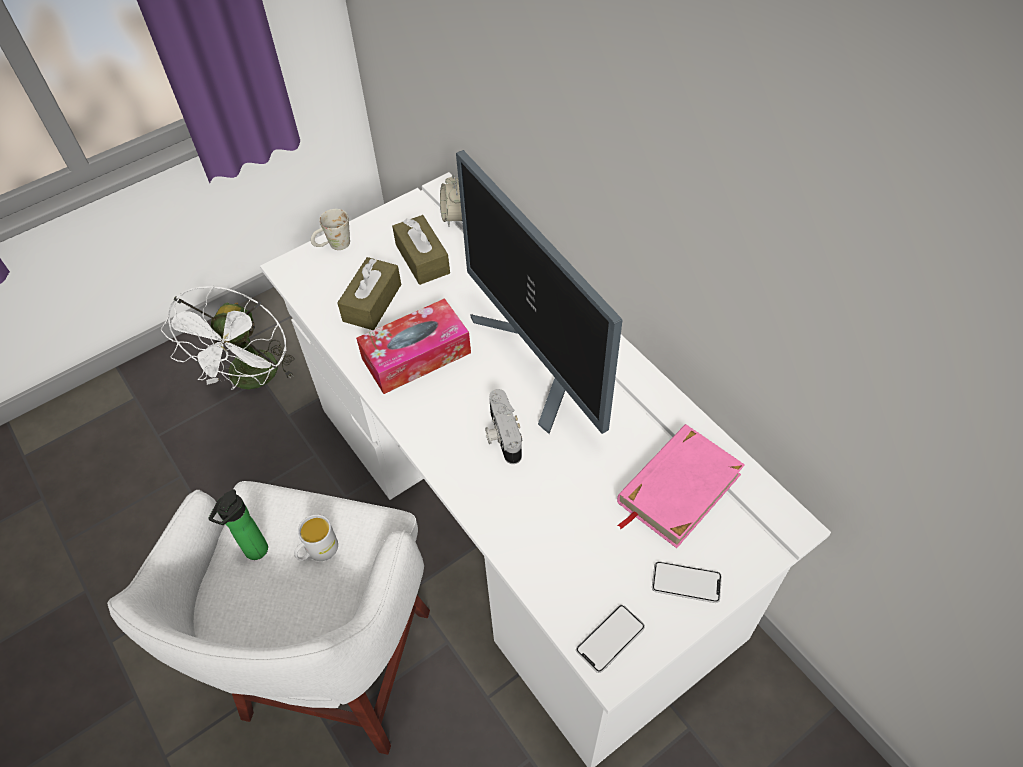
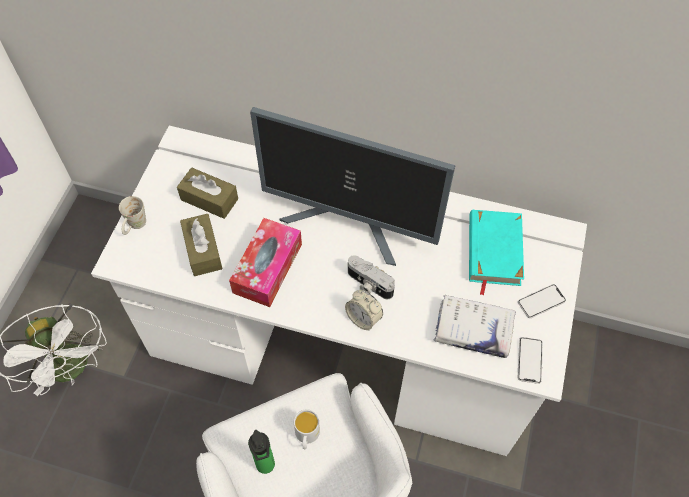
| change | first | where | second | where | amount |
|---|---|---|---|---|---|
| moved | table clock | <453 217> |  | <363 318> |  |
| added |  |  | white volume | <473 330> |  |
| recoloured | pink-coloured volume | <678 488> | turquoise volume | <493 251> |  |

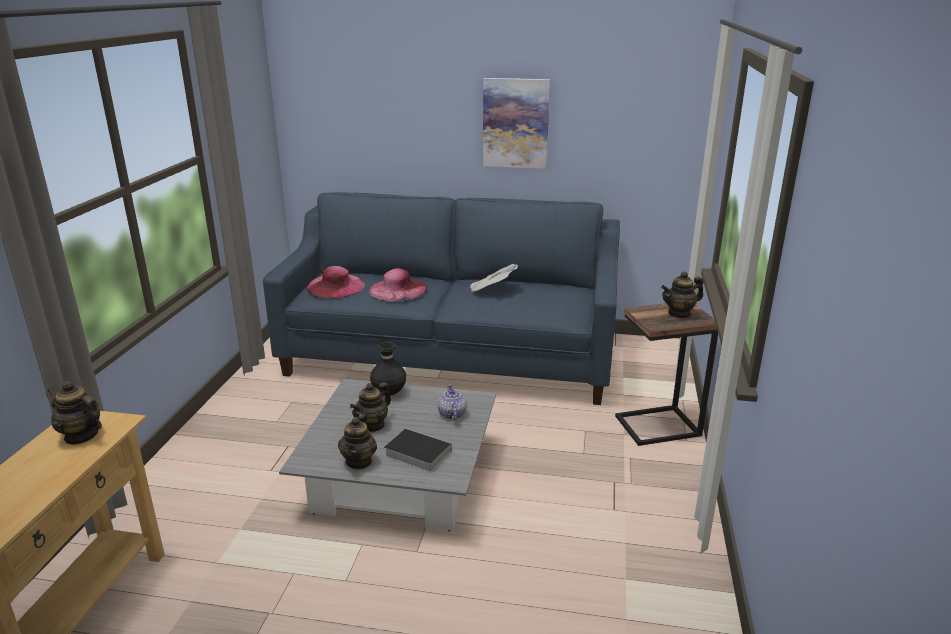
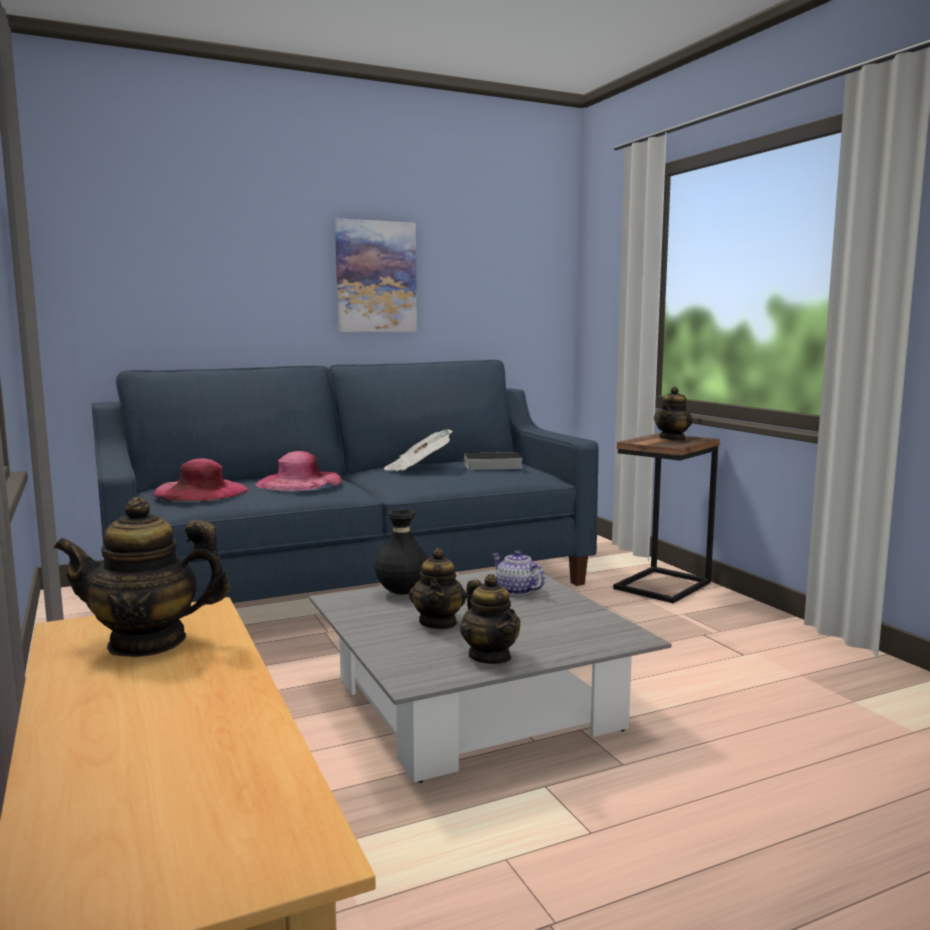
| change | first | where | second | where | amount |
|---|---|---|---|---|---|
| moved | volume | <416 453> |  | <491 465> |  |

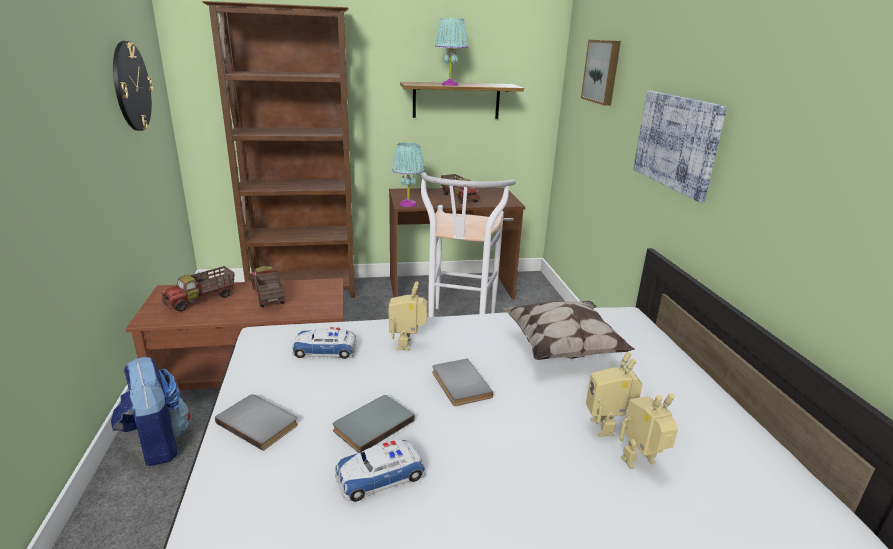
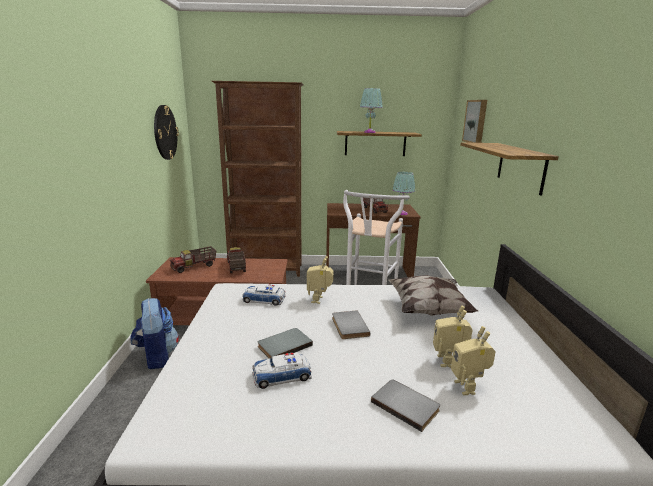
| change | first | where | second | where | amount |
|---|---|---|---|---|---|
| moved | greyish volume | <259 422> |  | <406 405> |  |
| moved | turquoise lamp for a table | <408 204> |  | <401 213> |  |
| turned | toy robot | <641 464> |  | <468 387> | 90 degrees counterclockwise |
| replaced | picture | <676 142> | wall shelf | <521 167> |  |

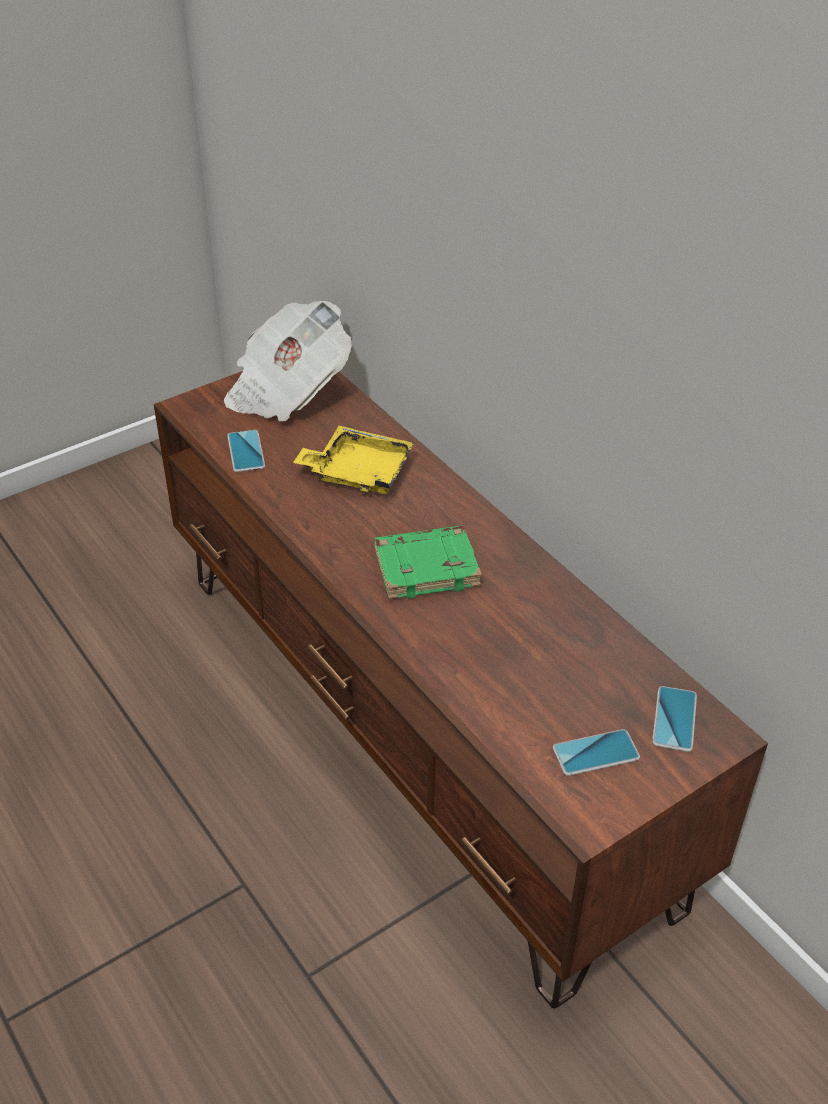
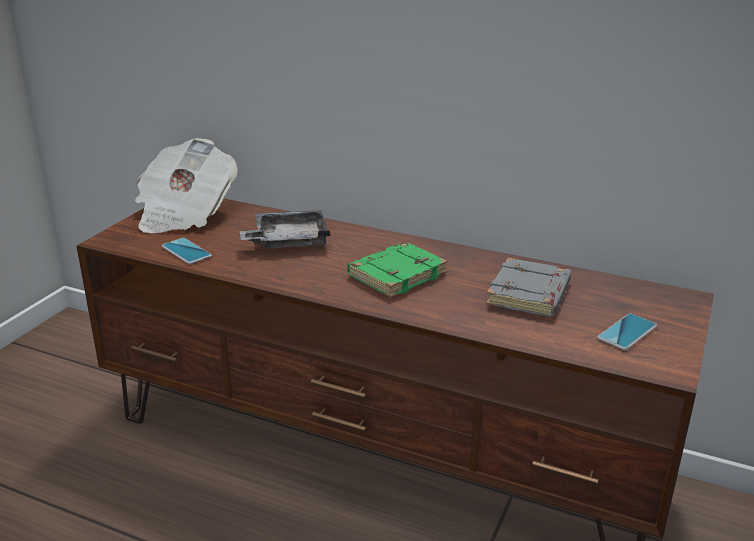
| change | first | where | second | where | amount |
|---|---|---|---|---|---|
| recoloured | yellow serving tray | <358 472> | greyish serving tray | <288 241> |  |
| added |  |  | greyish volume | <530 295> |  |
| removed | phone | <674 719> |  |  |  |

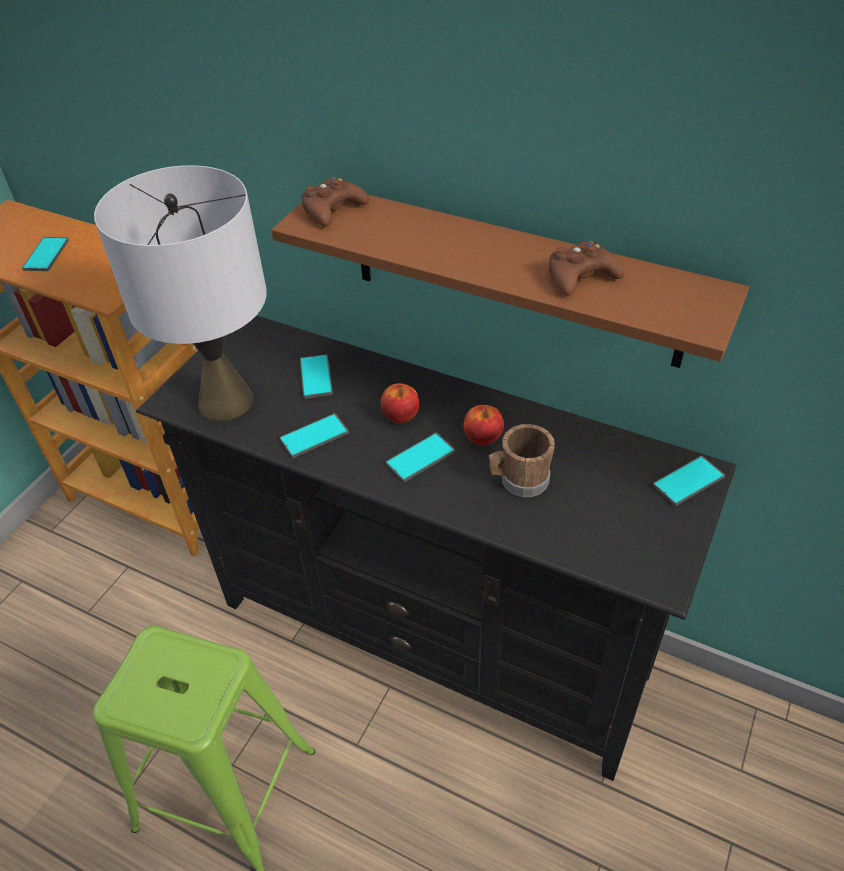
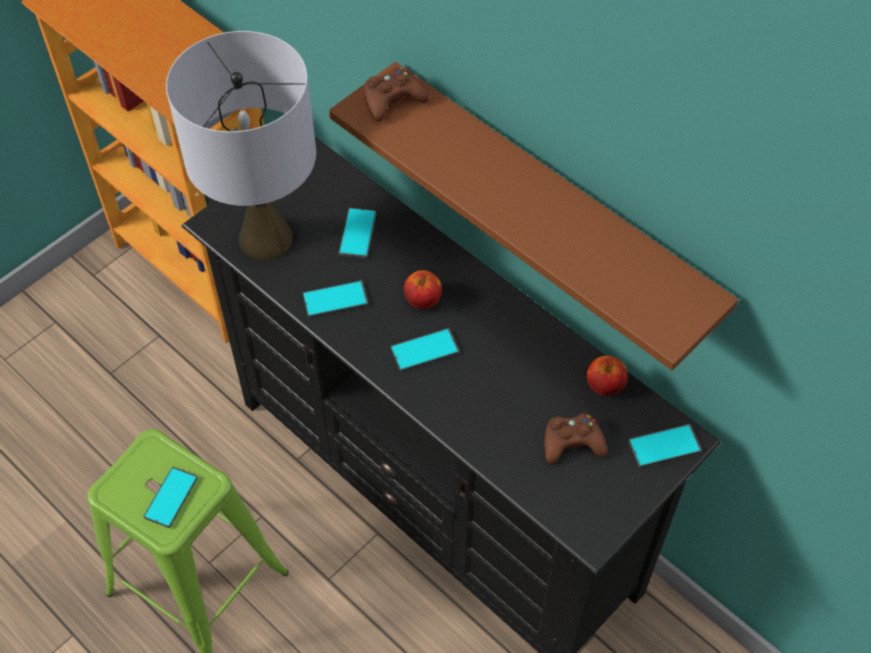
| change | first | where | second | where | amount |
|---|---|---|---|---|---|
| moved | phone | <46 255> |  | <171 497> |  |
| moved | brown joypad | <581 277> |  | <572 442> |  |
| moved | apple | <482 438> |  | <604 386> |  |
| removed | brown tea mug | <519 481> |  |  |  |

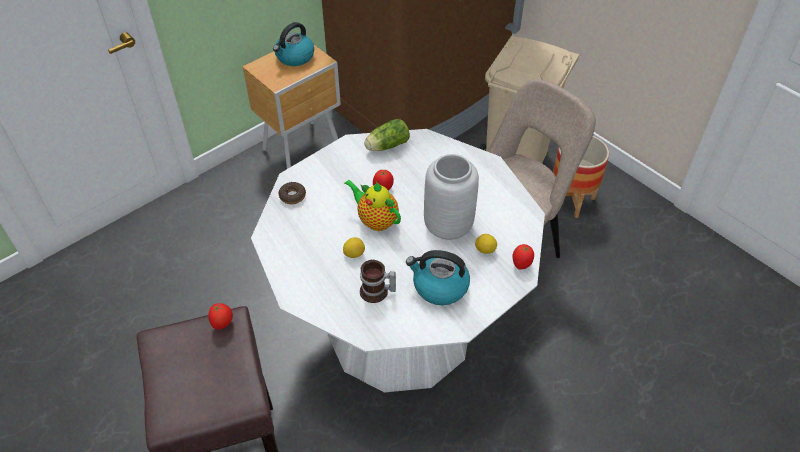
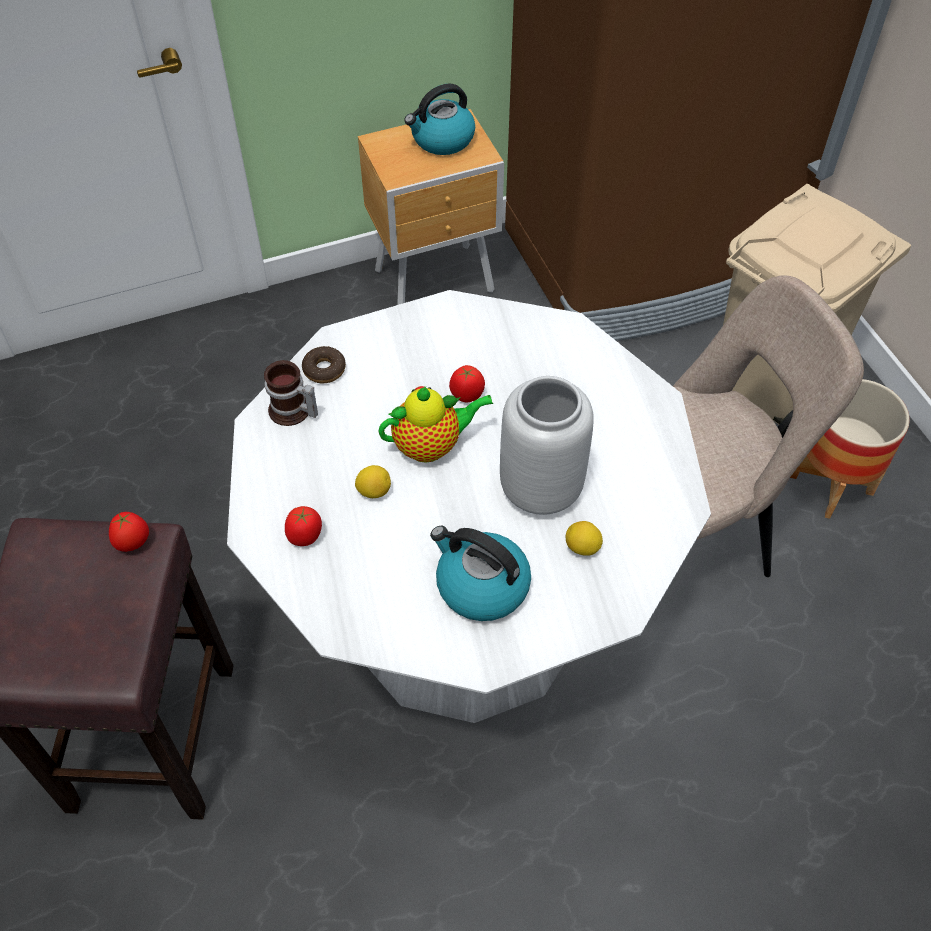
| change | first | where | second | where | amount |
|---|---|---|---|---|---|
| moved | tea mug | <376 293> |  | <292 412> |  |
| moved | tomato | <521 264> |  | <305 537> |  |
| turned | teapot | <376 220> |  | <431 445> | 105 degrees clockwise |
| removed | lettuce head | <386 146> |  |  |  |

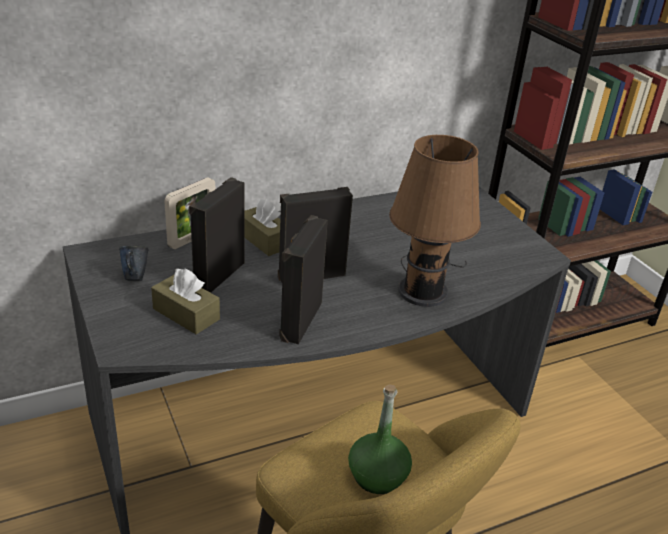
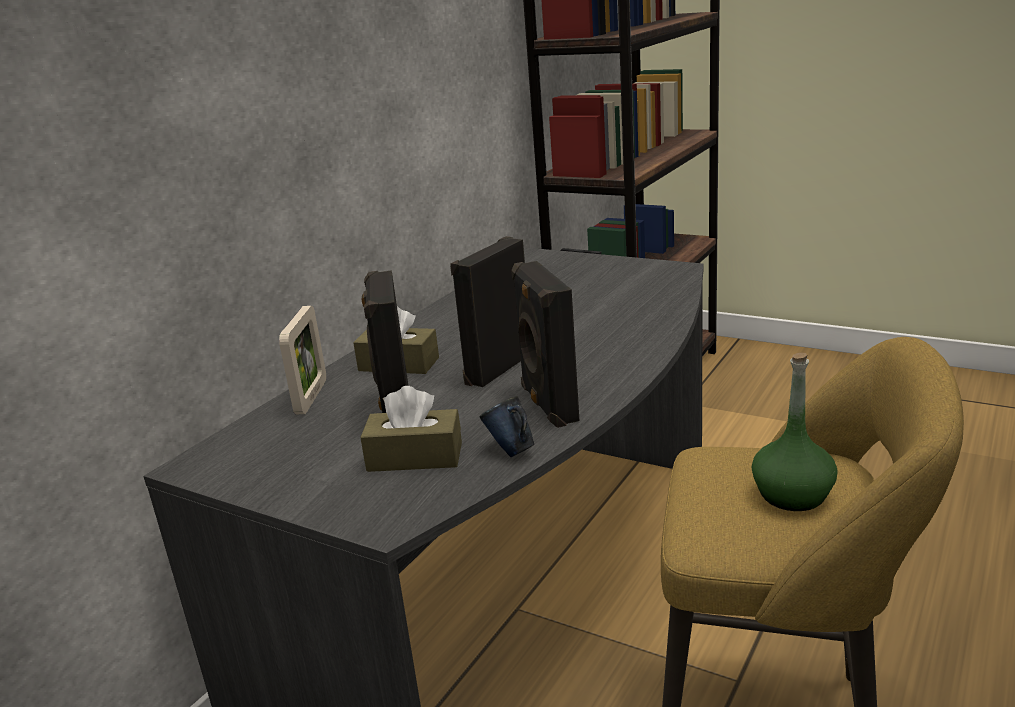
| change | first | where | second | where | amount |
|---|---|---|---|---|---|
| moved | bluish tea mug | <134 277> |  | <511 451> |  |
| removed | brown lamp for a table | <423 288> |  |  |  |

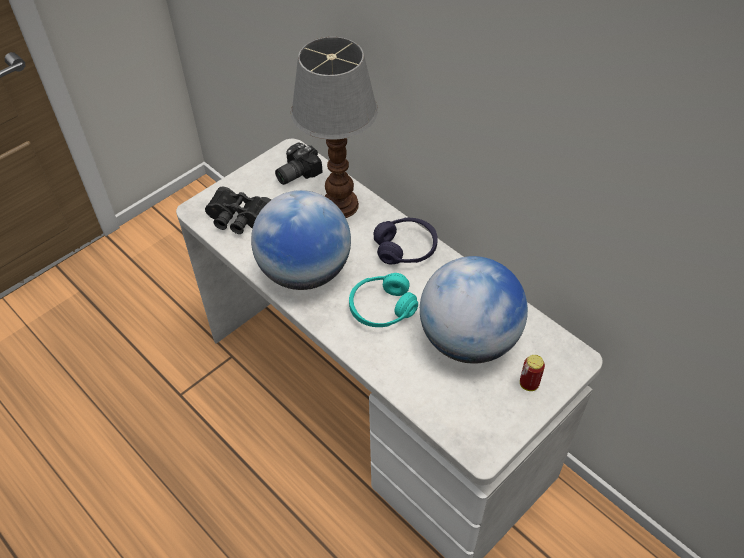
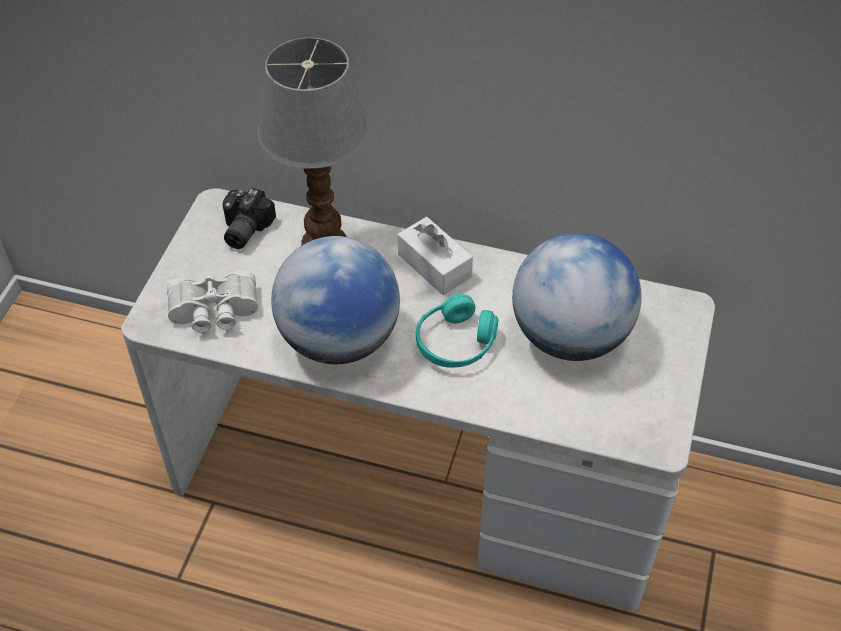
| change | first | where | second | where | amount |
|---|---|---|---|---|---|
| recoloured | black-coloured pair of binoculars | <239 220> | white pair of binoculars | <214 313> |  |
| replaced | purple-coloured headset | <405 248> | white box of tissues | <434 266> |  |
| removed | metal can | <529 384> |  |  |  |

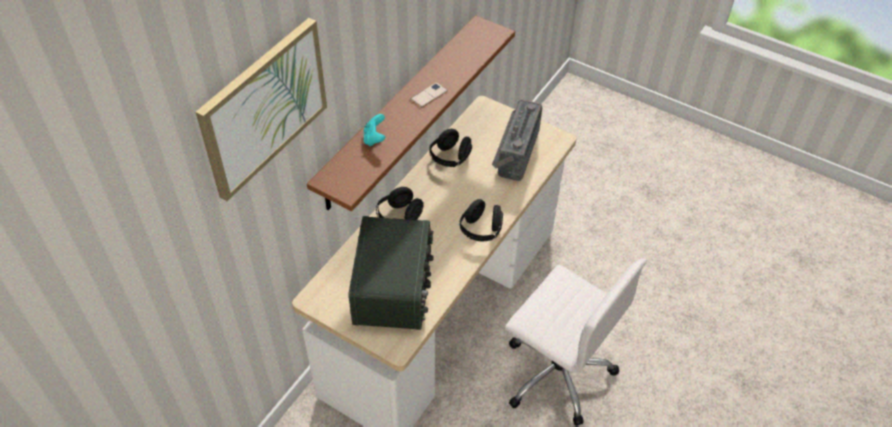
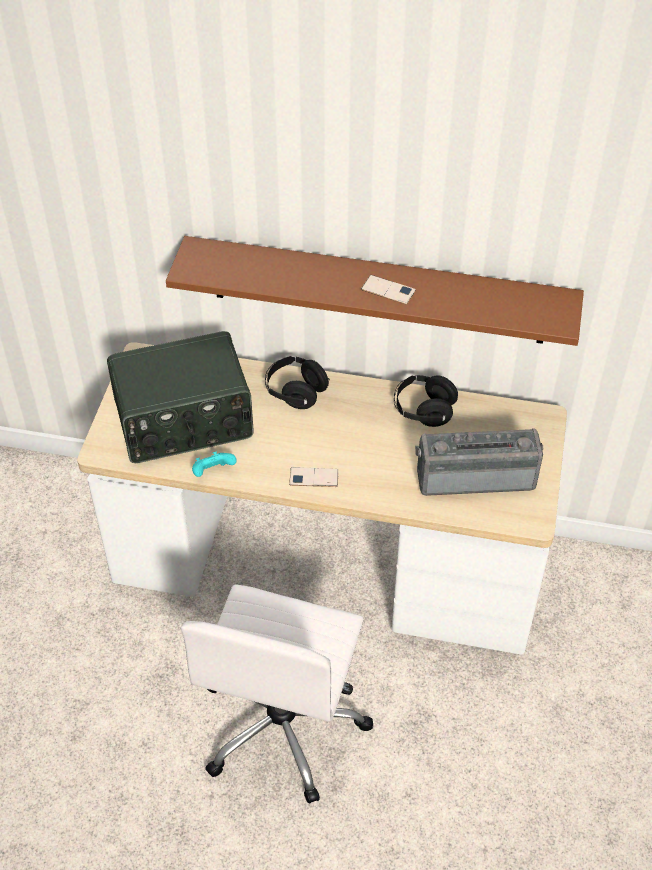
| change | first | where | second | where | amount |
|---|---|---|---|---|---|
| moved | turquoise joypad | <374 139> |  | <213 472> |  |
| replaced | black-coloured headset | <481 230> | phone | <314 477> |  |
| removed | picture | <264 107> |  |  |  |

